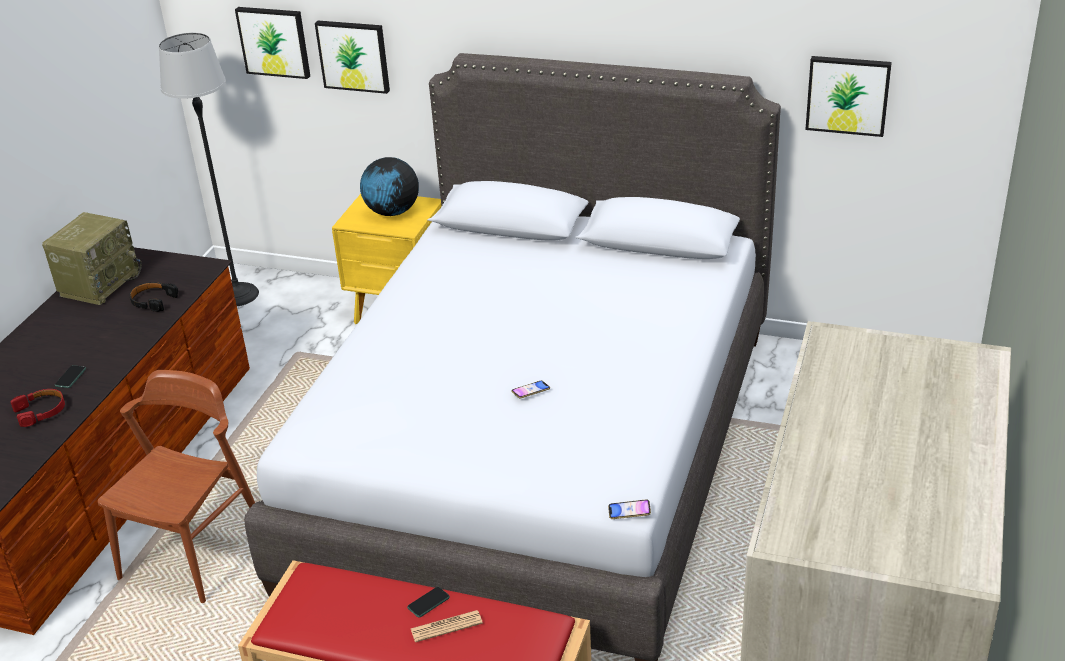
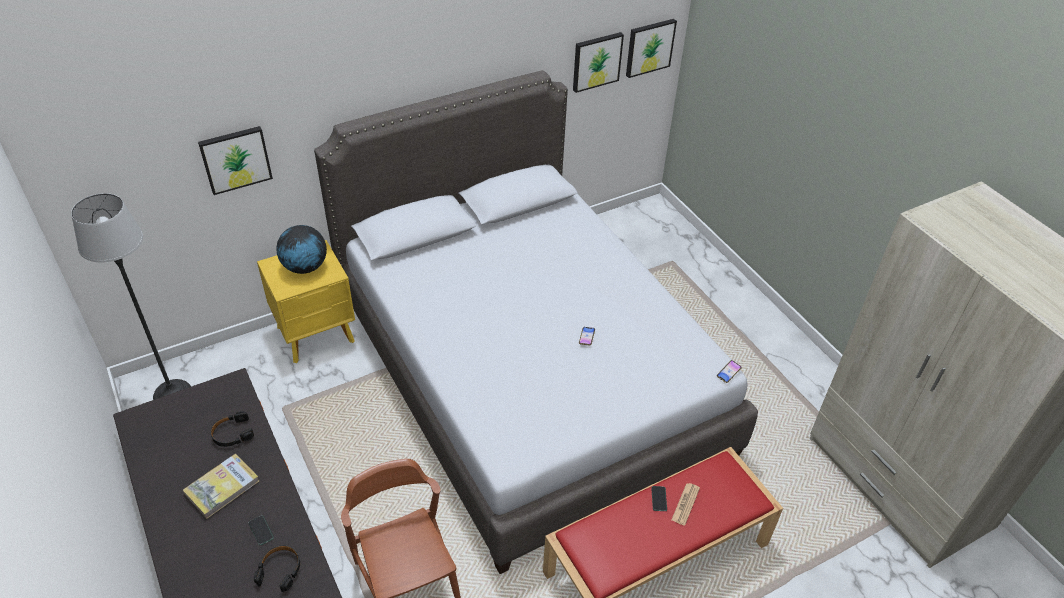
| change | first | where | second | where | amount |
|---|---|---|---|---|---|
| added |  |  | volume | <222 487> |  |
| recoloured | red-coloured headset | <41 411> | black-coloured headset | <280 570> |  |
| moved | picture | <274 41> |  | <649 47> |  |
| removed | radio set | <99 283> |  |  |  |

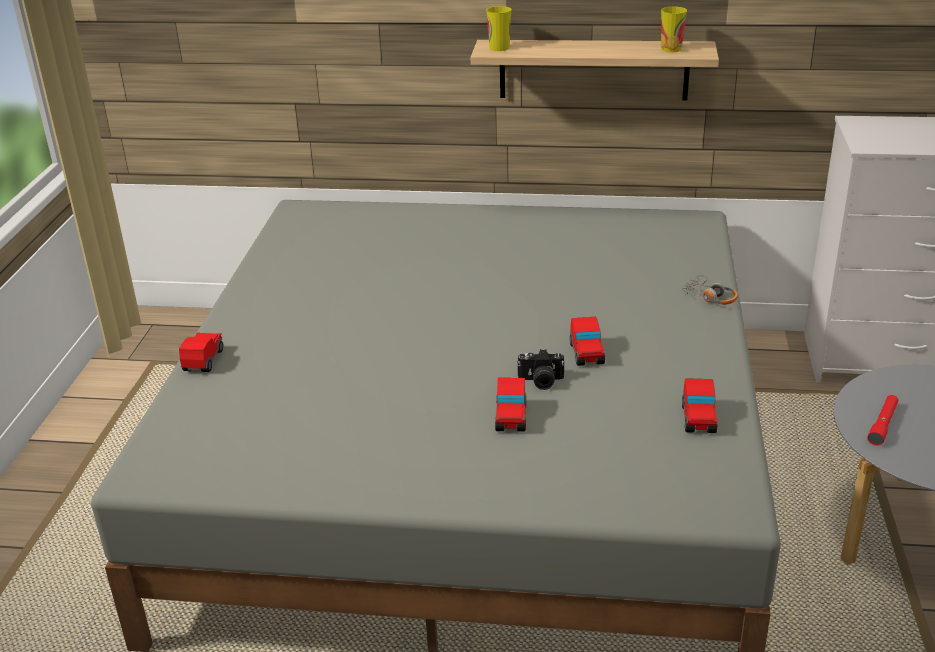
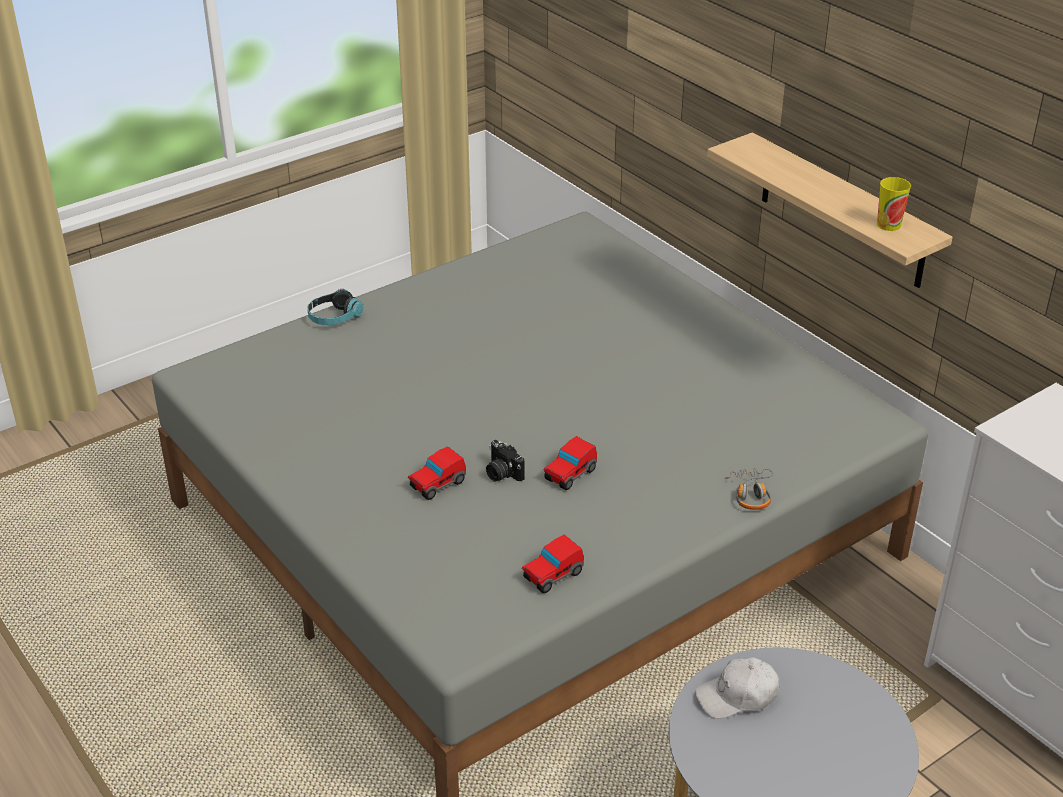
| change | first | where | second | where | amount |
|---|---|---|---|---|---|
| replaced | toy car | <203 360> | headset | <334 317> |  |
| replaced | red-coloured torch | <883 425> | white baseball cap | <737 696> |  |
| removed | drinking cup | <499 48> |  |  |  |

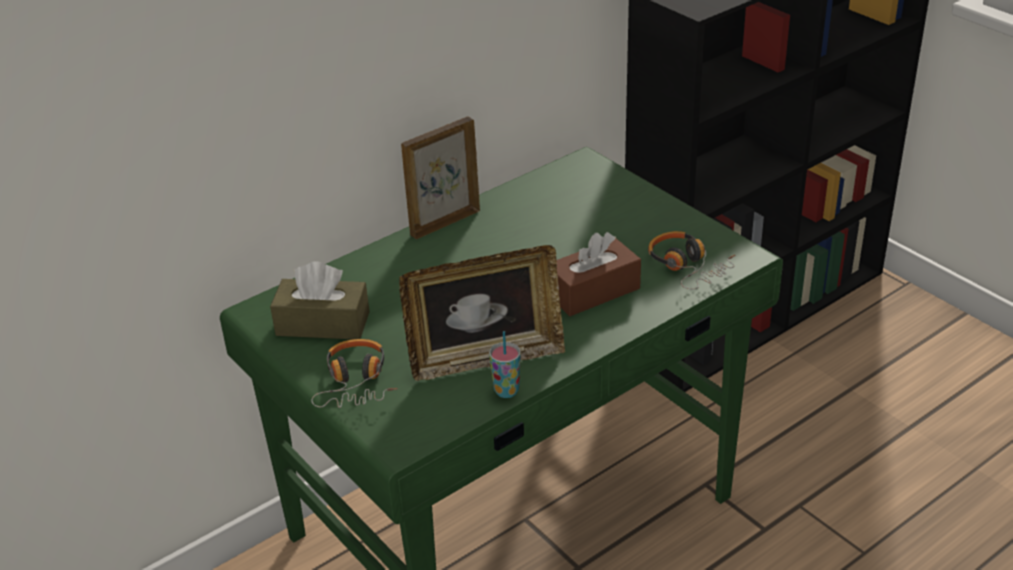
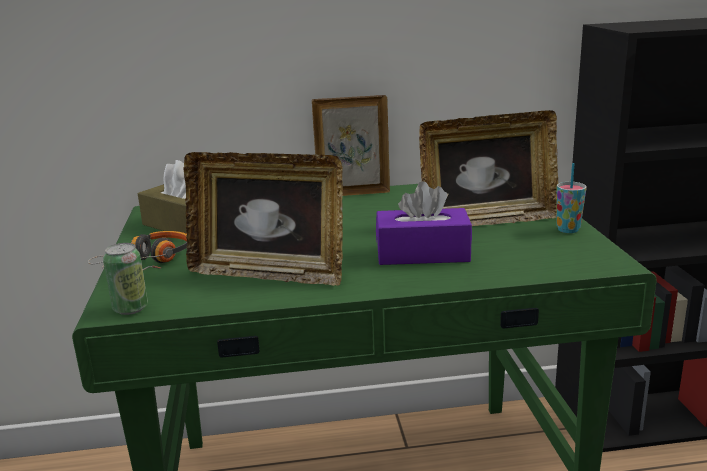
| change | first | where | second | where | amount |
|---|---|---|---|---|---|
| added |  |  | metal can | <130 308> |  |
| recoloured | brown box of tissues | <593 291> | purple-coloured box of tissues | <422 254> |  |
| added |  |  | standing frame | <488 220> |  |
| moved | drinking cup | <506 391> |  | <568 230> |  |
| removed | headset | <688 267> |  |  |  |

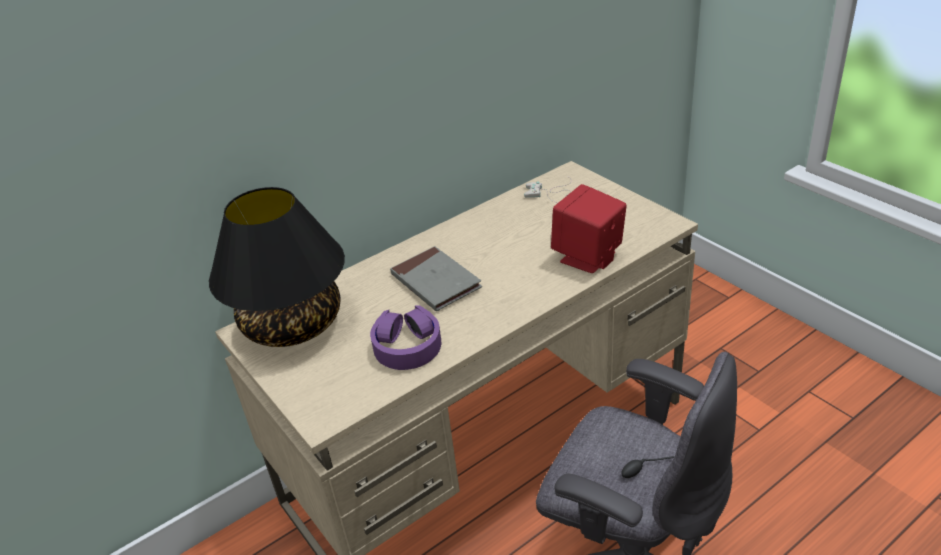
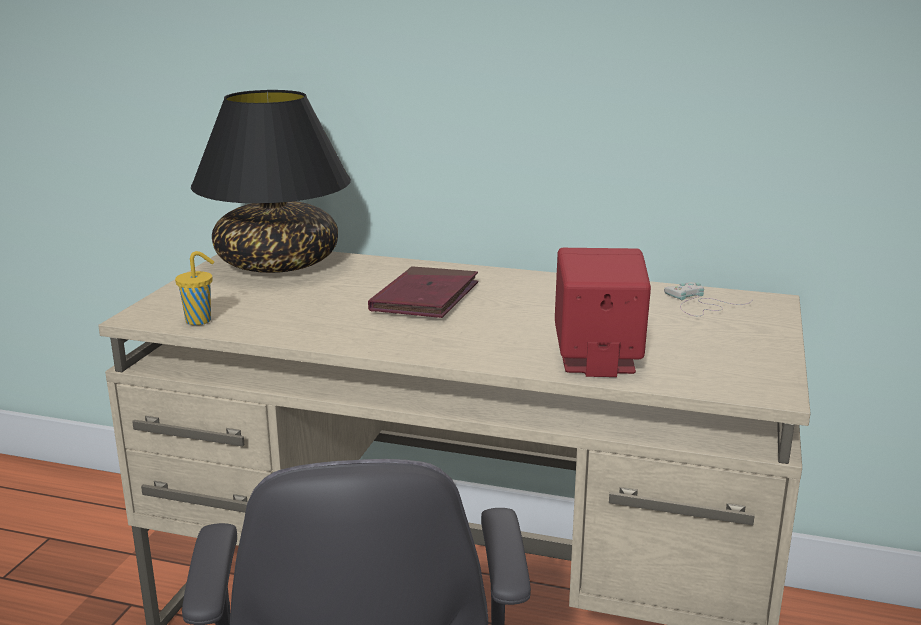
| change | first | where | second | where | amount |
|---|---|---|---|---|---|
| added |  |  | yellow drinking cup | <200 321> |  |
| recoloured | greyish volume | <436 282> | red-coloured volume | <425 298> |  |
| removed | purple-coloured headset | <407 346> |  |  |  |

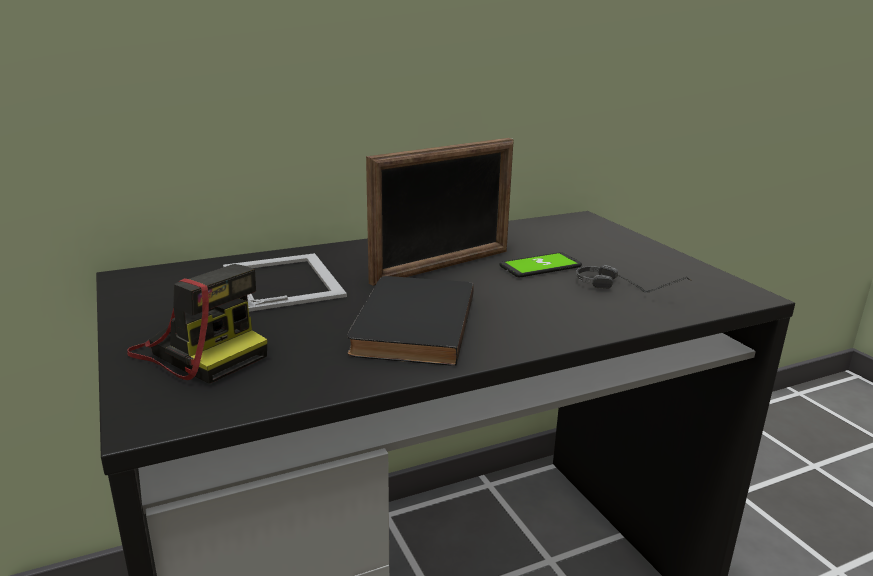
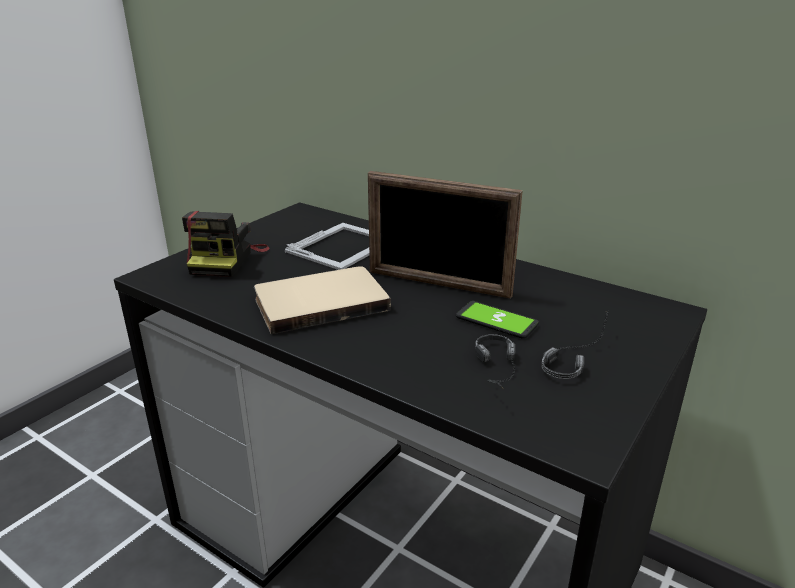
| change | first | where | second | where | amount |
|---|---|---|---|---|---|
| recoloured | black-coloured volume | <409 324> | sand-coloured volume | <319 302> |  |
| added |  |  | headset | <572 354> |  |

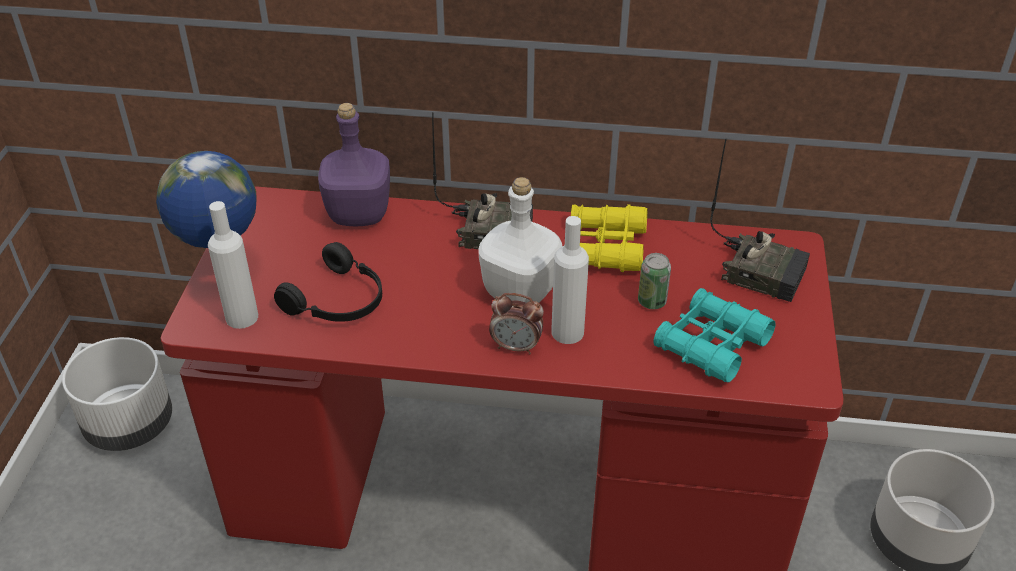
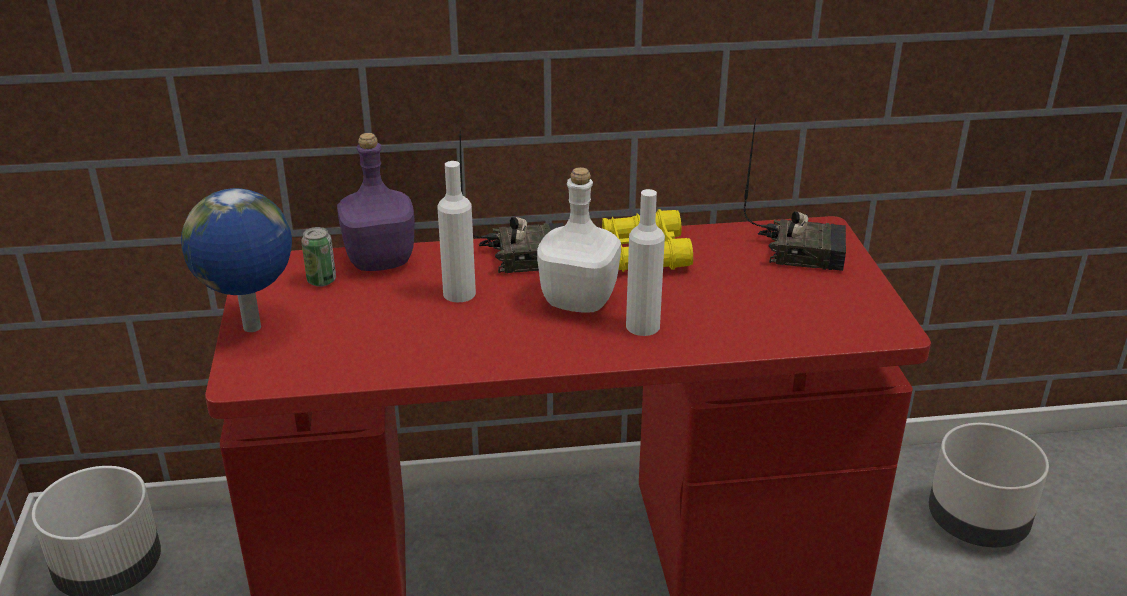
| change | first | where | second | where | amount |
|---|---|---|---|---|---|
| moved | metal can | <652 301> |  | <321 281> |  |
| moved | white beverage bottle | <242 317> |  | <459 293> |  |
| removed | black-coloured headset | <338 301> |  |  |  |
| removed | table clock | <516 346> |  |  |  |
| removed | turquoise pair of binoculars | <711 344> |  |  |  |

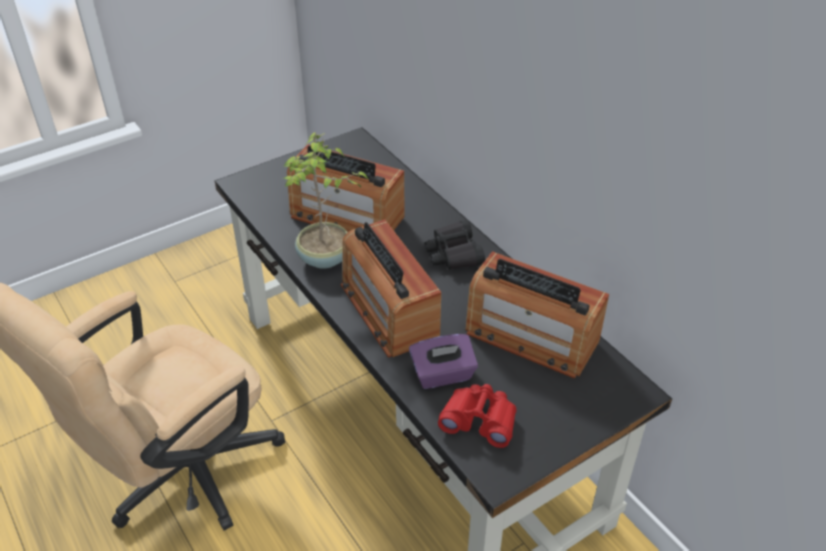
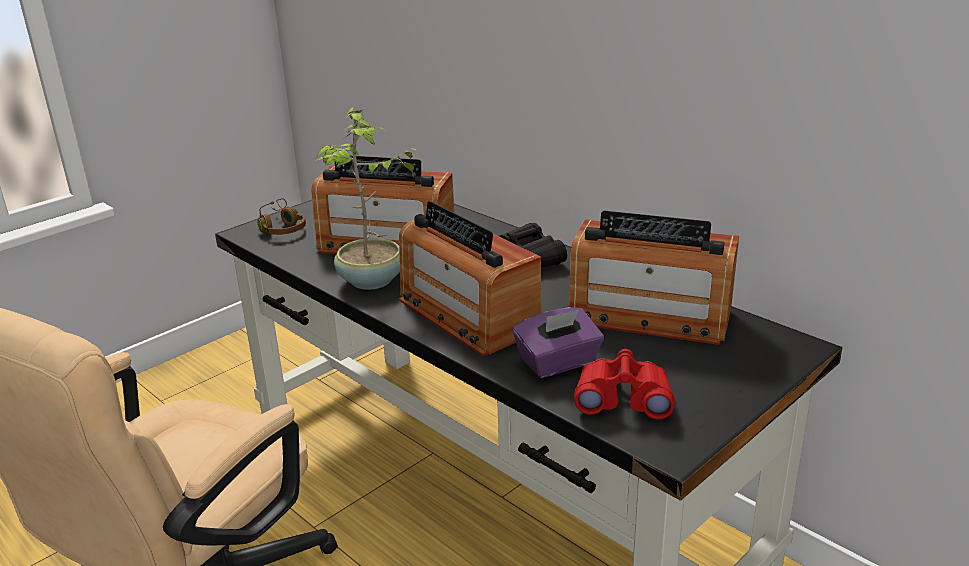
| change | first | where | second | where | amount |
|---|---|---|---|---|---|
| added |  |  | brown headset | <282 227> |  |

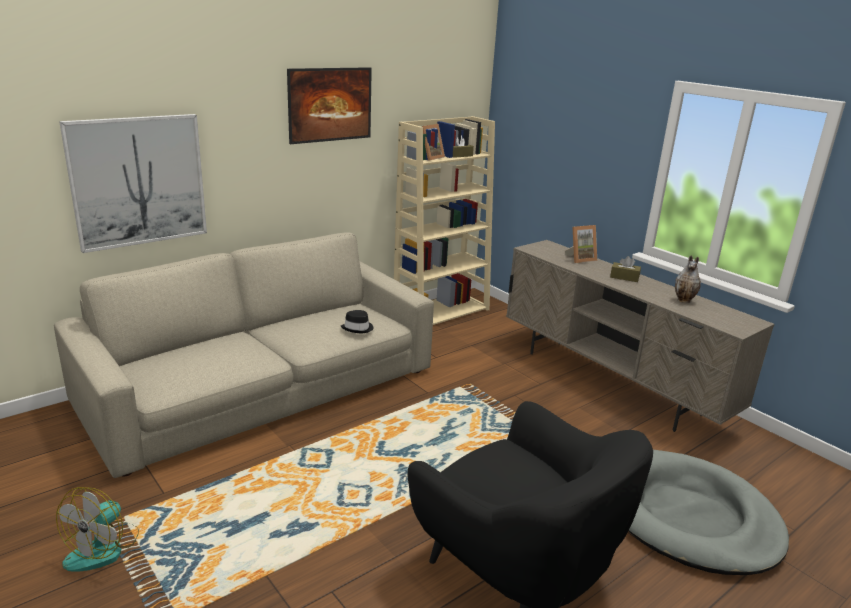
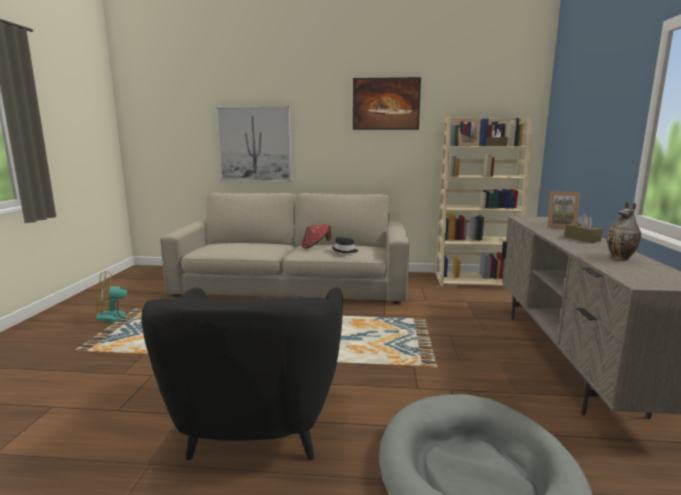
| change | first | where | second | where | amount |
|---|---|---|---|---|---|
| added |  |  | red-coloured hat | <315 246> |  |

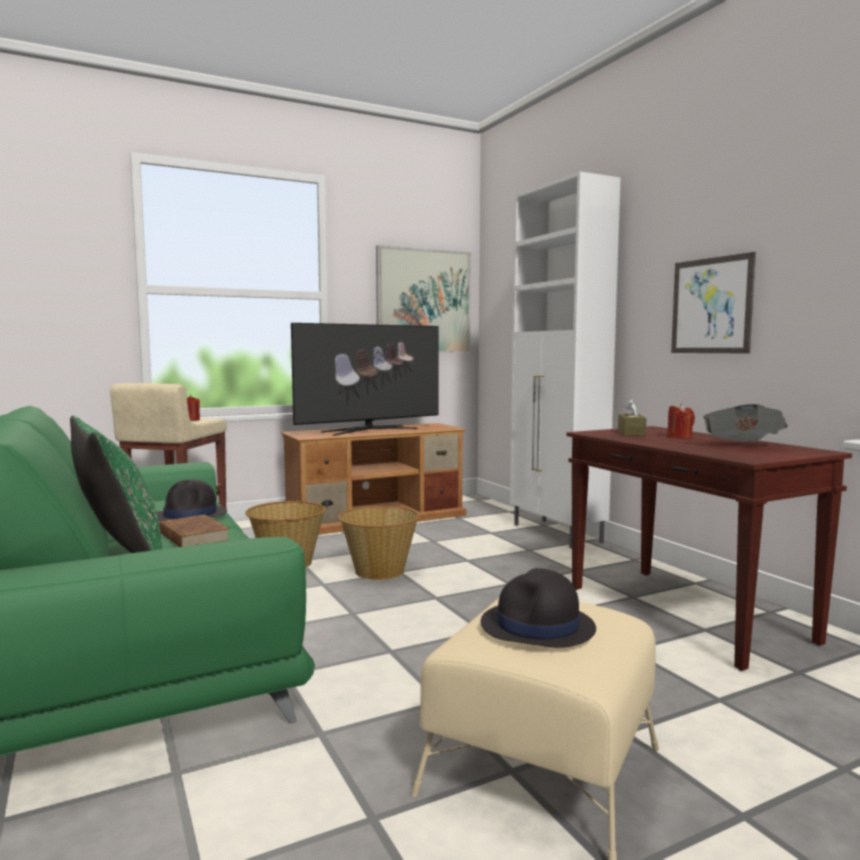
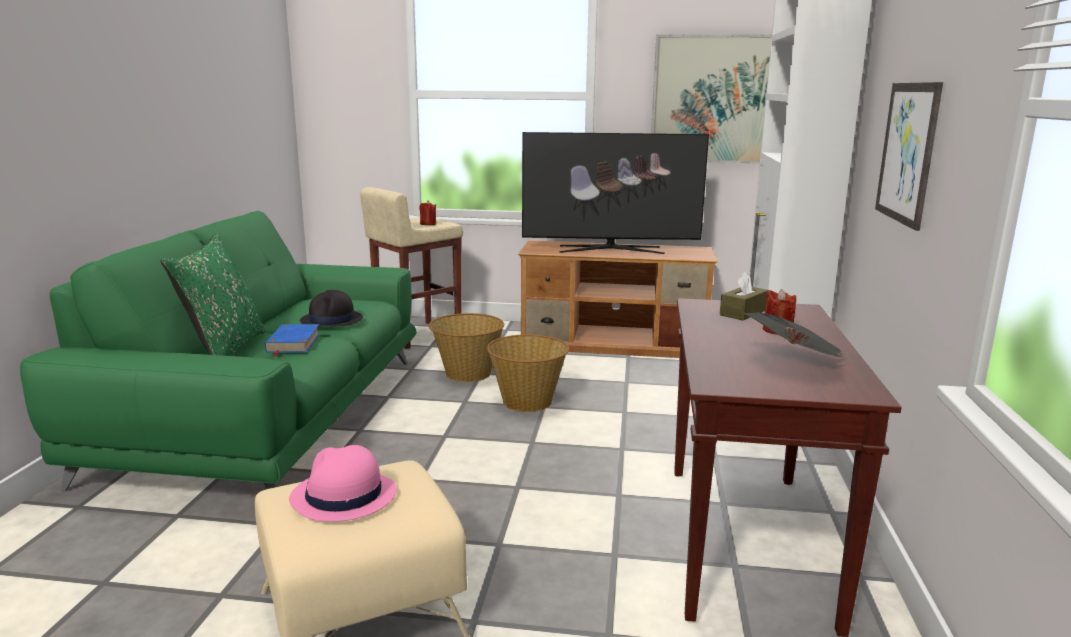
| change | first | where | second | where | amount |
|---|---|---|---|---|---|
| recoloured | brown volume | <193 537> | bluish volume | <293 343> |  |
| recoloured | black-coloured hat | <537 627> | pink-coloured hat | <343 496> |  |

